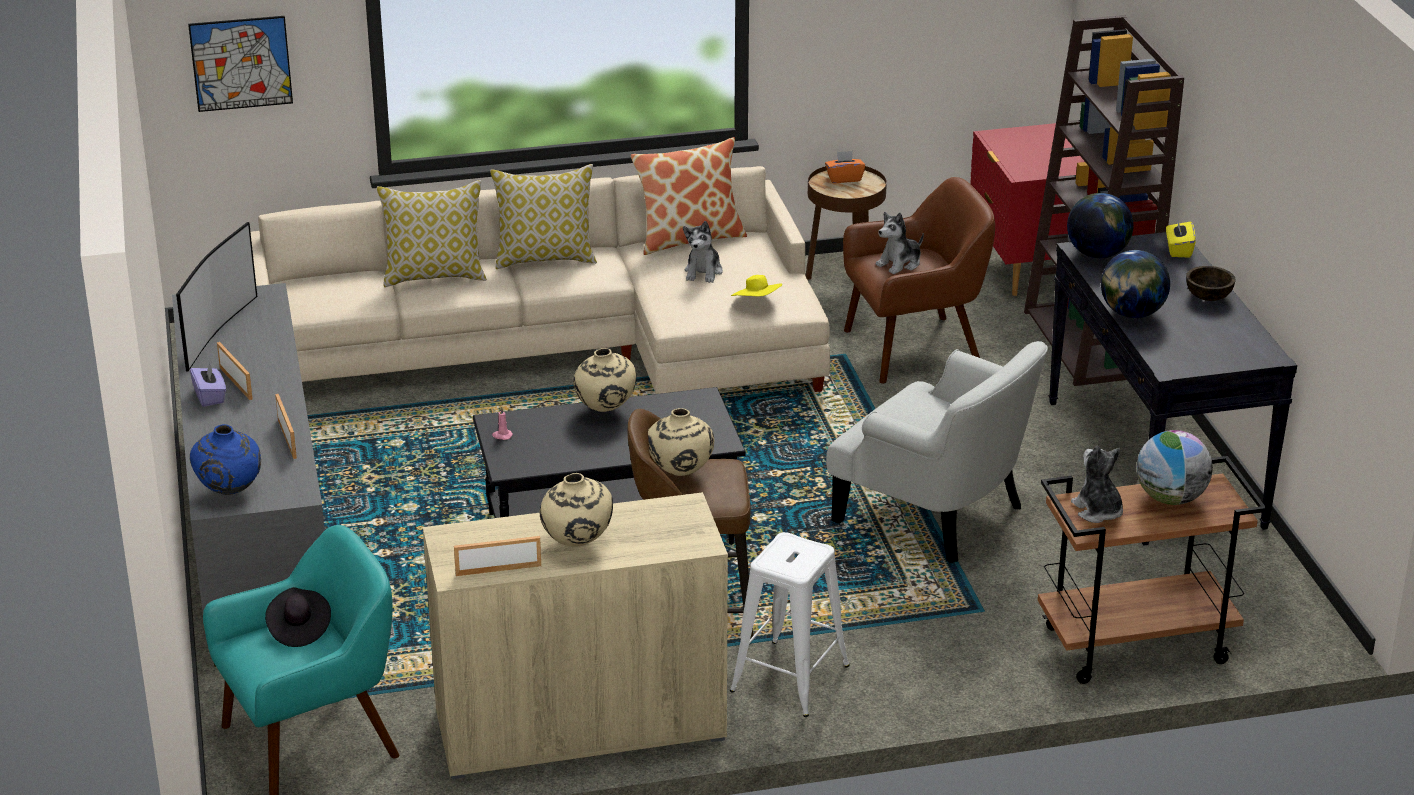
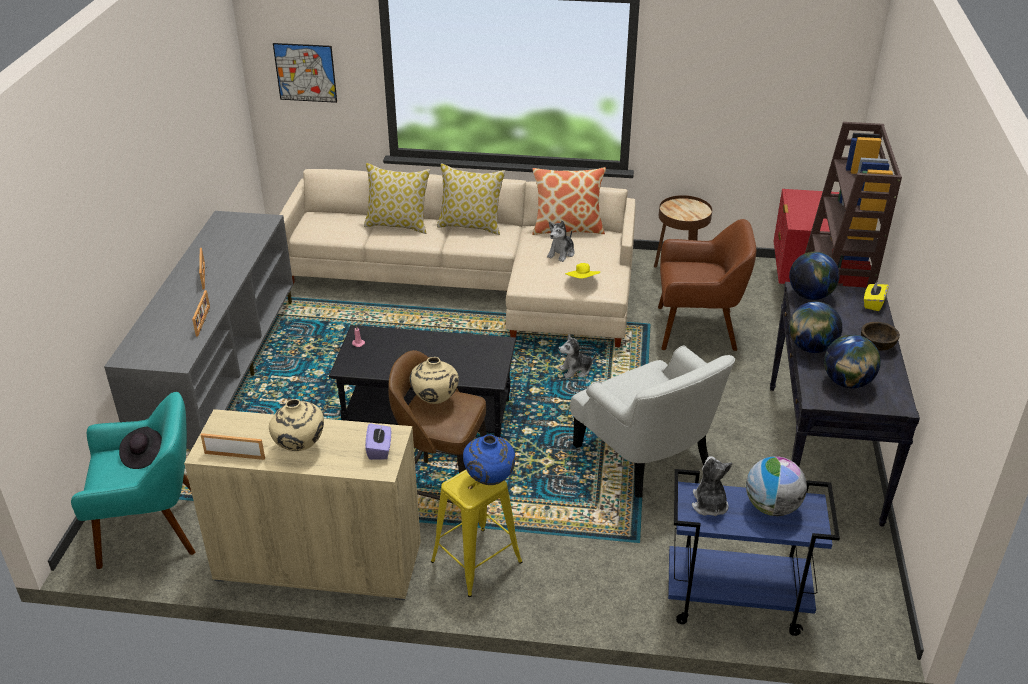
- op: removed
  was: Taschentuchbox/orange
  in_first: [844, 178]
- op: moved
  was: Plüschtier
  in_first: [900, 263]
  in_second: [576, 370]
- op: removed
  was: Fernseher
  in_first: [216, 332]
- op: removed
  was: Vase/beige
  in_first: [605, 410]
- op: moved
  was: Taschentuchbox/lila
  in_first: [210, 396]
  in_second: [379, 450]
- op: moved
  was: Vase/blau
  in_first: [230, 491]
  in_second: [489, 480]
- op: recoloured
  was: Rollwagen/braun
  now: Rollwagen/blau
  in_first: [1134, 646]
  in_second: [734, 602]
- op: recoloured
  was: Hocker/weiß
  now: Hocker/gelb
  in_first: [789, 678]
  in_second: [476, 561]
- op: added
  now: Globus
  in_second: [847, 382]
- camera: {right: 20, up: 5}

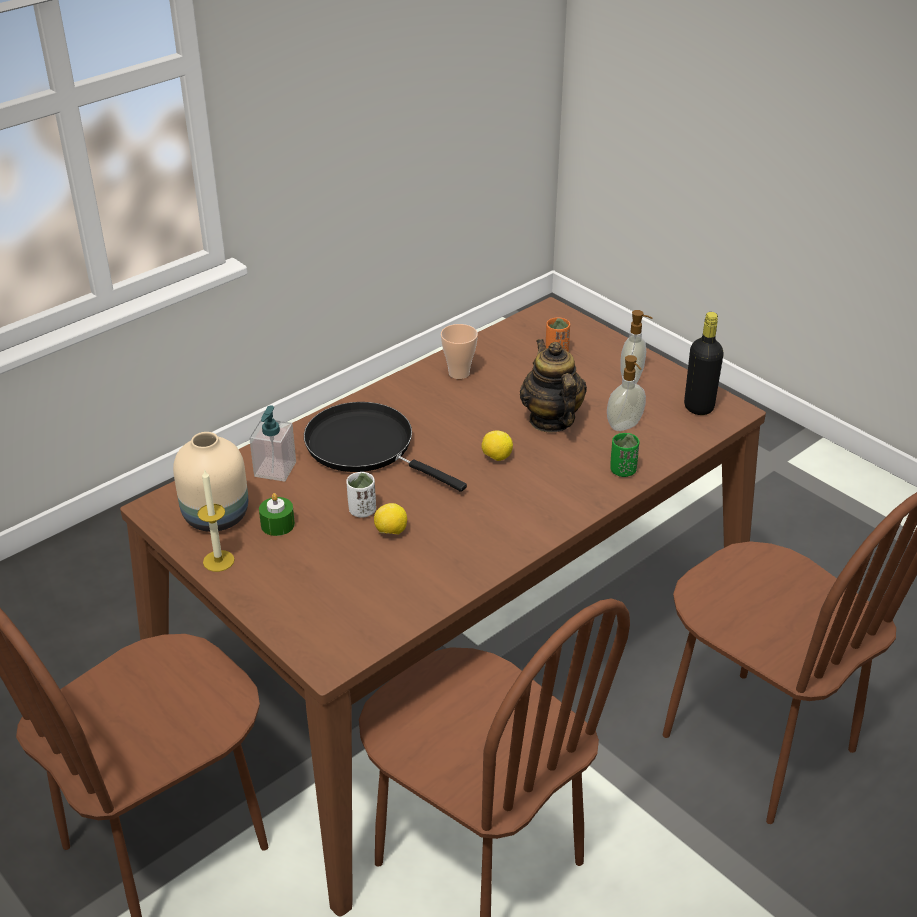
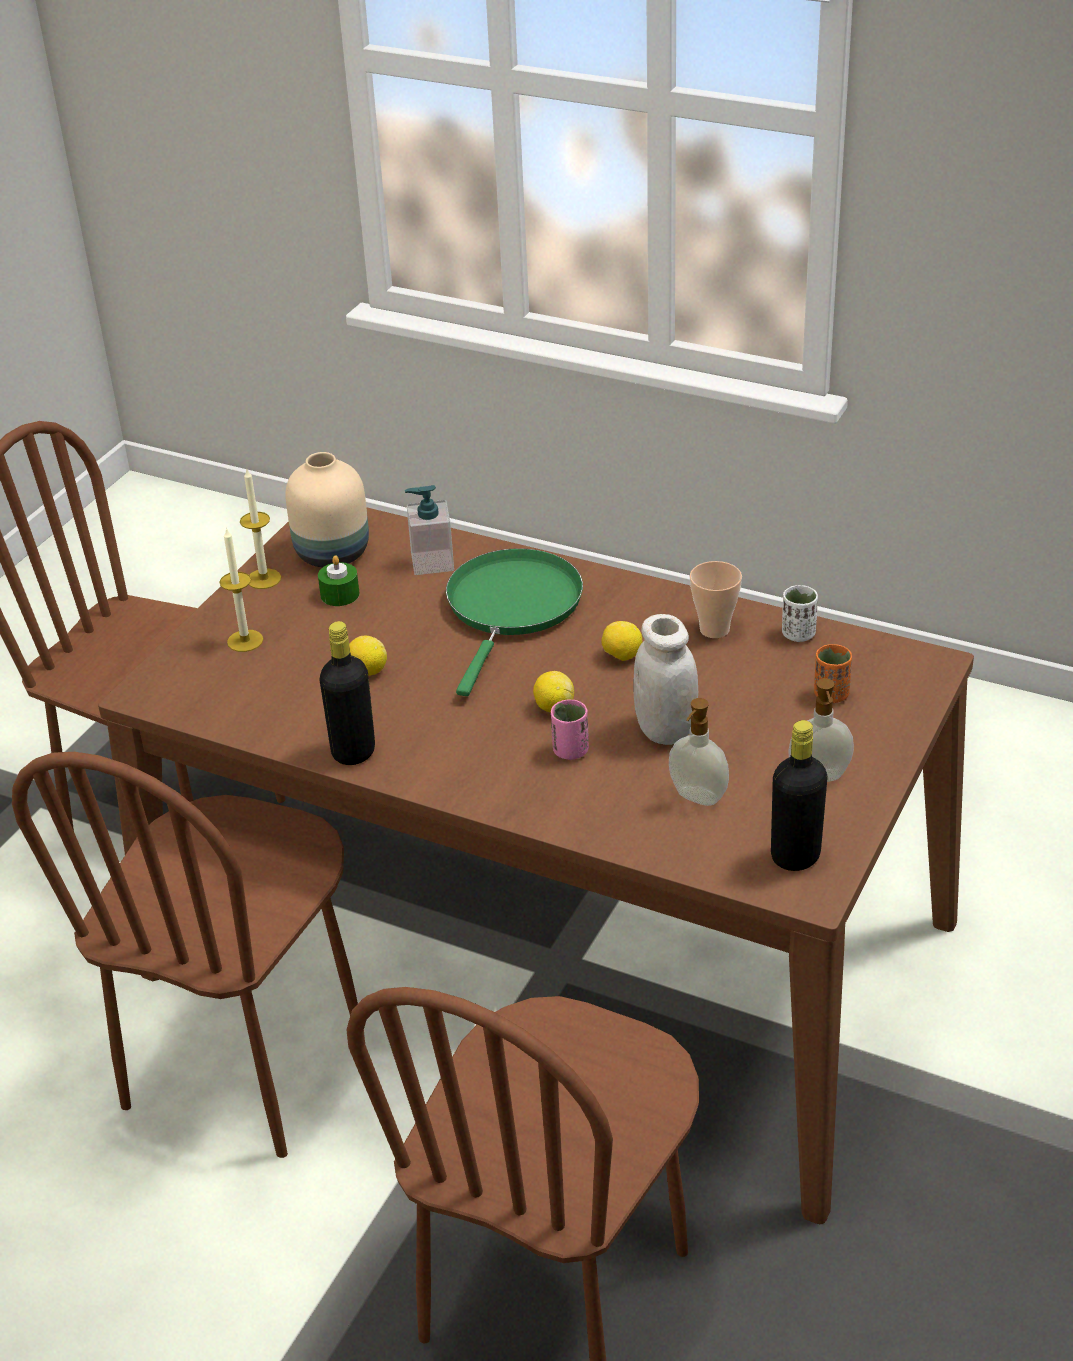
- op: replaced
  was: Teekanne
  now: Vorratsglas/weiß
  in_first: [551, 420]
  in_second: [665, 730]
- op: recoloured
  was: Pfanne/schwarz
  now: Pfanne/grün
  in_first: [366, 447]
  in_second: [512, 608]
- op: removed
  was: Tasse/grün
  in_first: [623, 470]
- op: moved
  was: Tasse/weiß
  in_first: [362, 511]
  in_second: [798, 634]
- op: added
  now: Kerze
  in_second: [245, 641]
- op: added
  now: Flasche/schwarz
  in_second: [353, 752]
- op: added
  now: Zitrone
  in_second: [621, 656]
- op: added
  now: Tasse/rosa
  in_second: [570, 751]
- camera: {right: 70, up: 0}

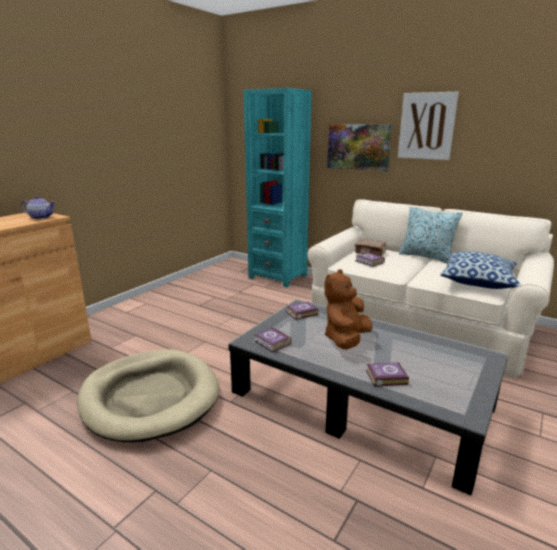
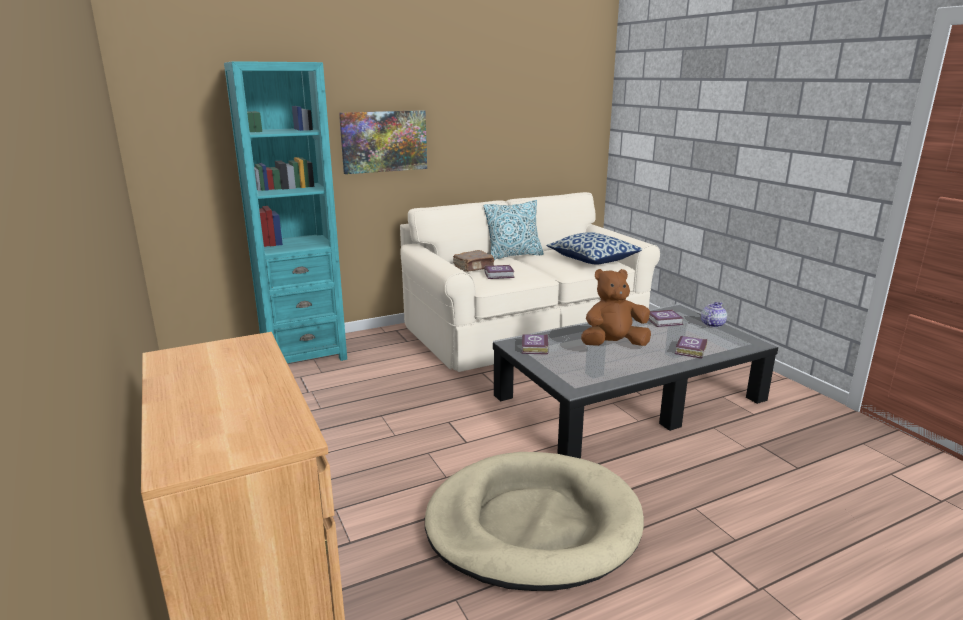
- op: removed
  was: Bild
  in_first: [426, 126]
- op: moved
  was: Teekanne
  in_first: [41, 217]
  in_second: [712, 324]
- op: turned
  was: Plüschtier/braun
  in_first: [346, 340]
  in_second: [613, 345]
  clockwise: 105
- op: moved
  was: Buch
  in_first: [272, 343]
  in_second: [665, 321]
- camera: {right: -60, up: 0}

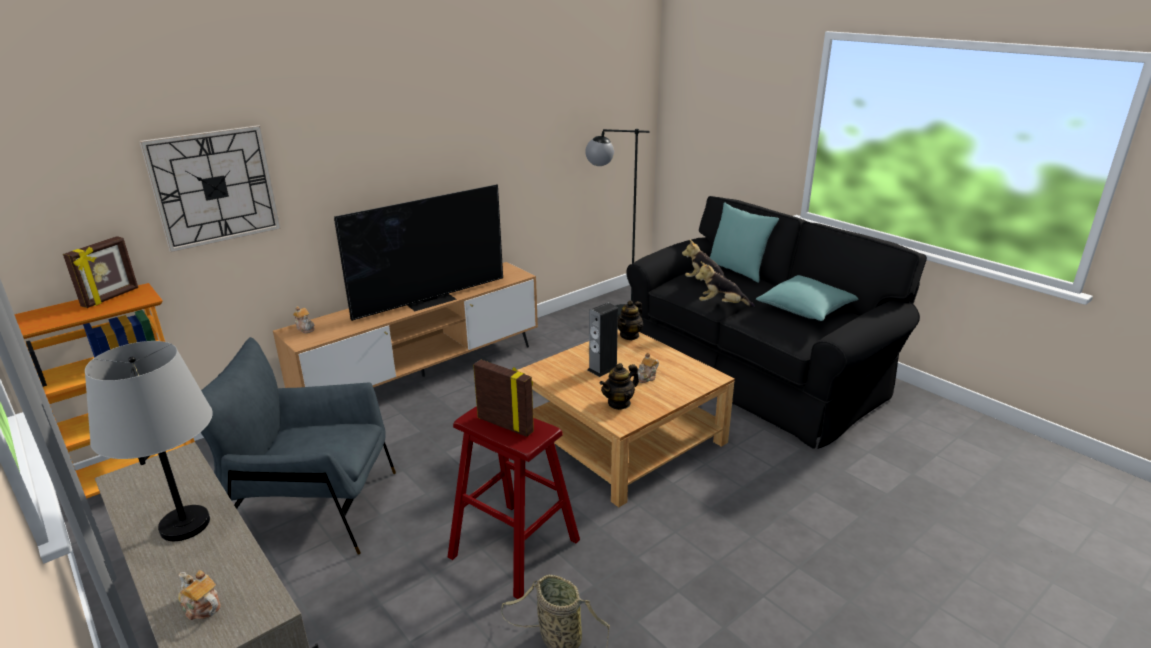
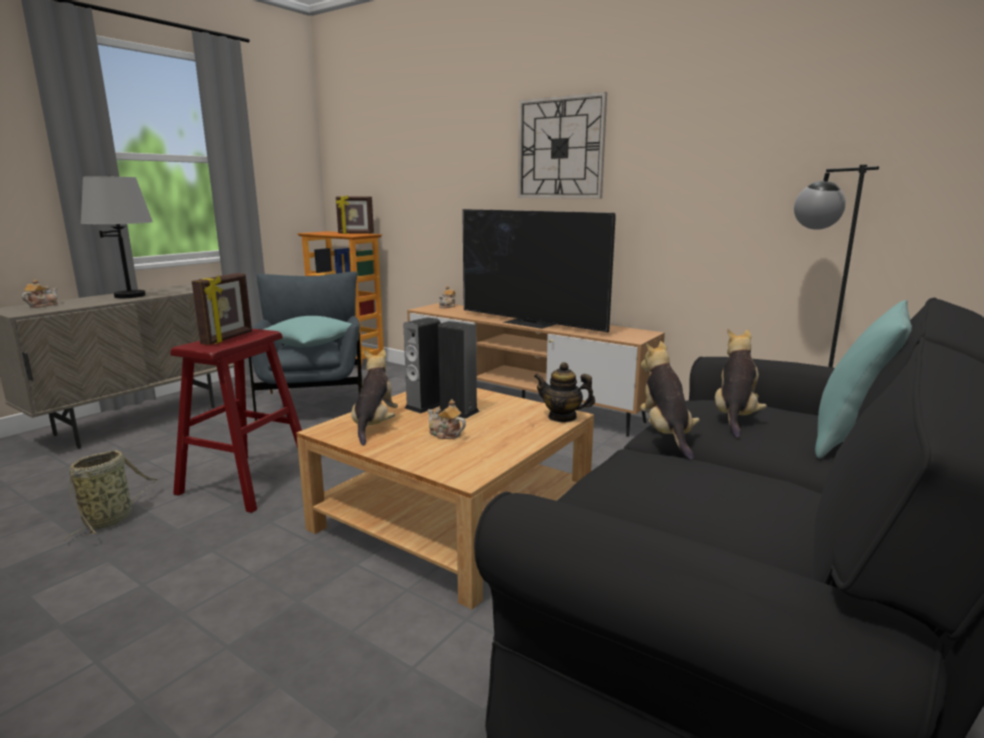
- op: moved
  was: Wanduhr
  in_first: [214, 187]
  in_second: [560, 148]
- op: moved
  was: Kissen/türkis
  in_first: [806, 310]
  in_second: [309, 344]
- op: replaced
  was: Teekanne
  now: Plüschtier
  in_first: [619, 403]
  in_second: [374, 425]
- op: added
  now: Lautsprecher
  in_second: [424, 406]
- camera: {right: 75, up: -10}

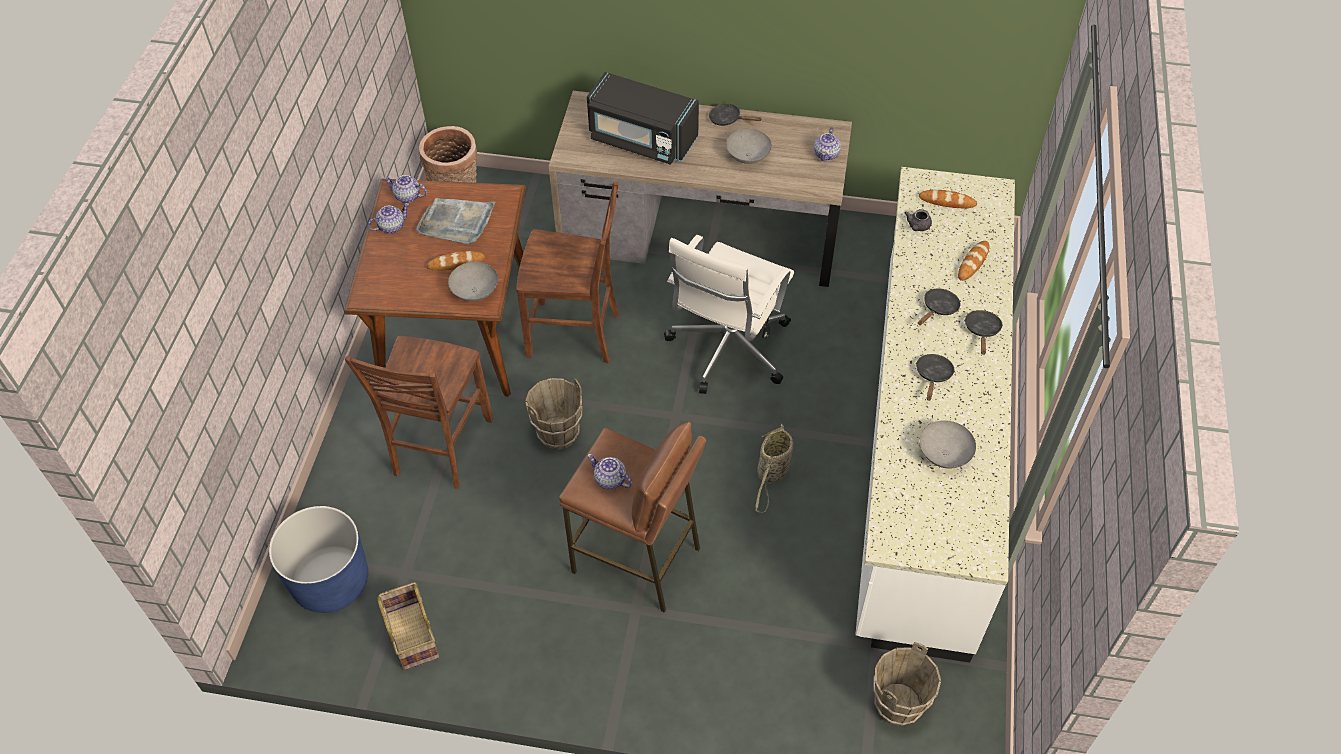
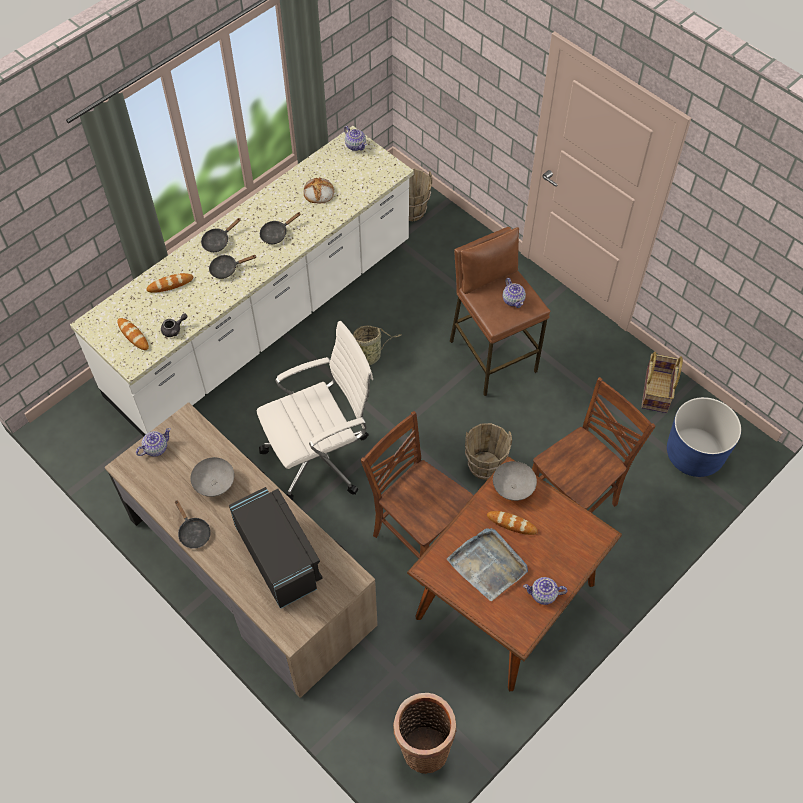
- op: moved
  was: Teekanne
  in_first: [408, 196]
  in_second: [355, 145]
- op: replaced
  was: Schüssel/grau
  now: Brot
  in_first: [943, 454]
  in_second: [318, 193]
- camera: {right: -145, up: 5}

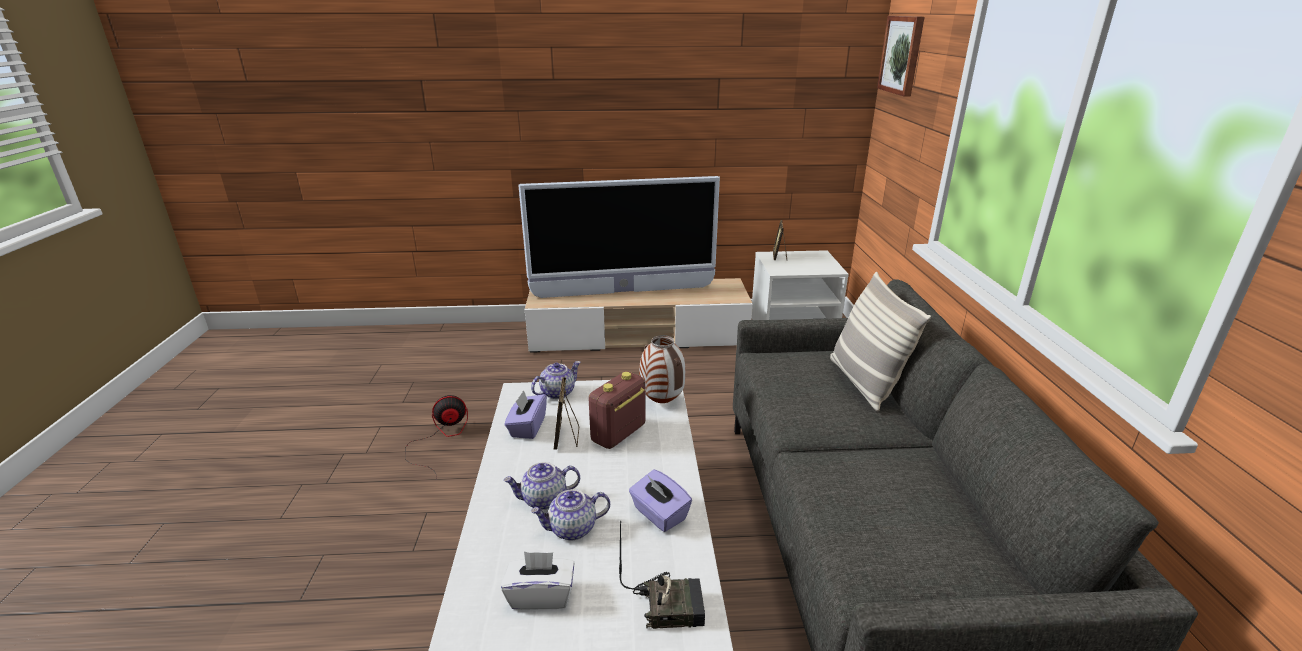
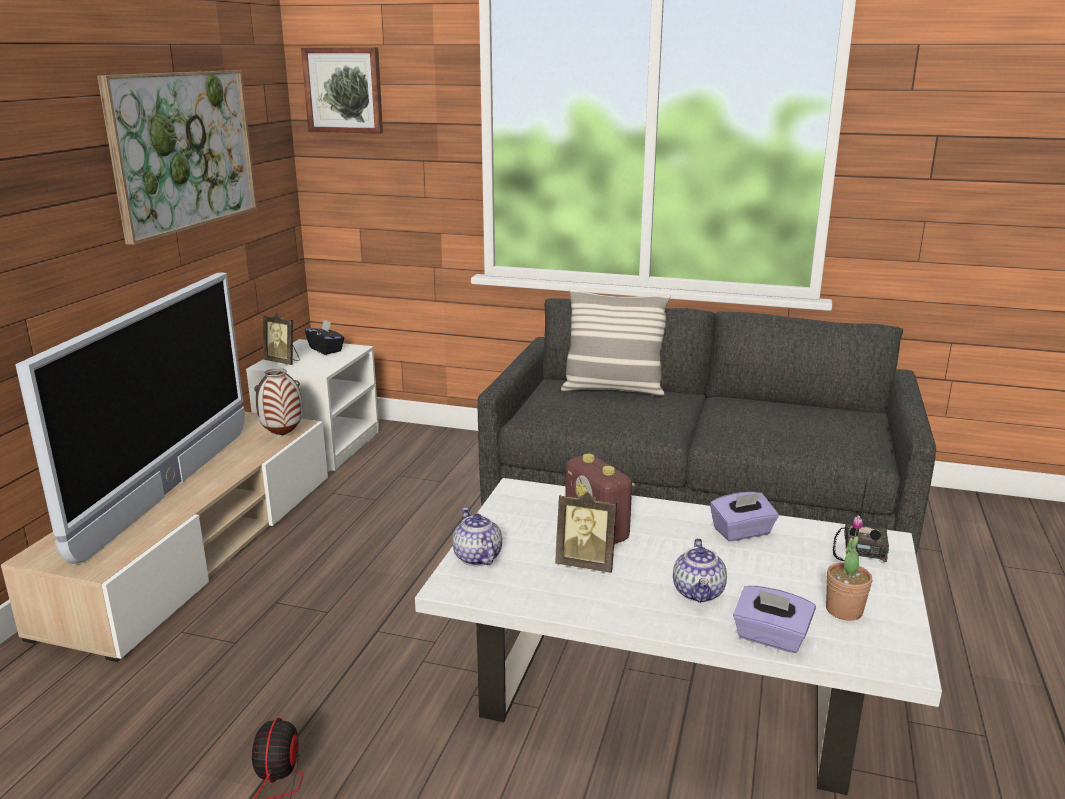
- op: moved
  was: Vase
  in_first: [663, 402]
  in_second: [283, 435]
- op: moved
  was: Taschentuchbox/lila
  in_first: [527, 427]
  in_second: [770, 637]
- op: removed
  was: Teekanne
  in_first: [572, 529]
- op: replaced
  was: Taschentuchbox/weiß
  now: Topfpflanze
  in_first: [541, 595]
  in_second: [844, 610]
- op: added
  now: Bild
  in_second: [183, 150]
- op: added
  now: Taschentuchbox/schwarz
  in_second: [326, 349]
- camera: {right: -70, up: -5}

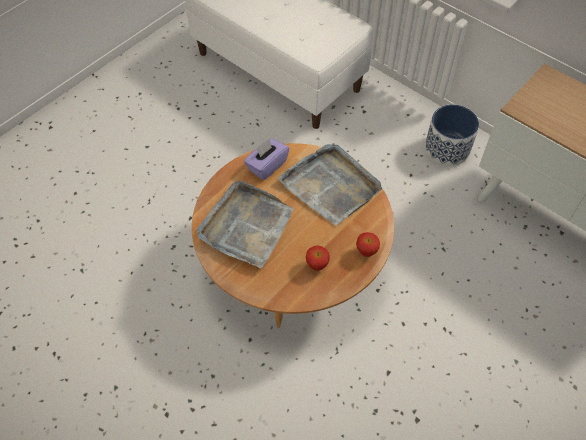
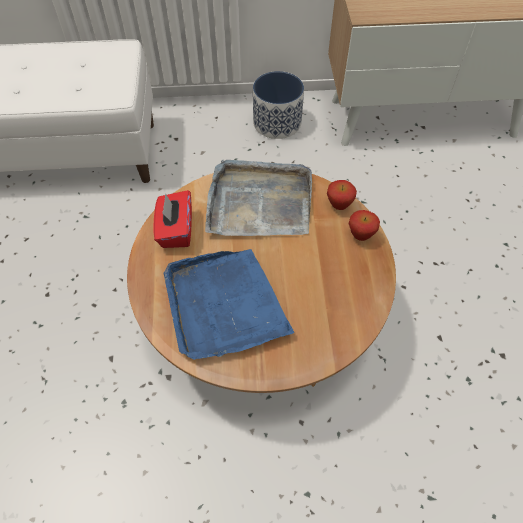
- op: recoloured
  was: Taschentuchbox/lila
  now: Taschentuchbox/rot
  in_first: [267, 166]
  in_second: [175, 230]
- op: recoloured
  was: Tablett/grau
  now: Tablett/blau
  in_first: [246, 226]
  in_second: [224, 305]
- op: moved
  was: Apfel
  in_first: [317, 266]
  in_second: [339, 206]
- camera: {right: -45, up: 0}

